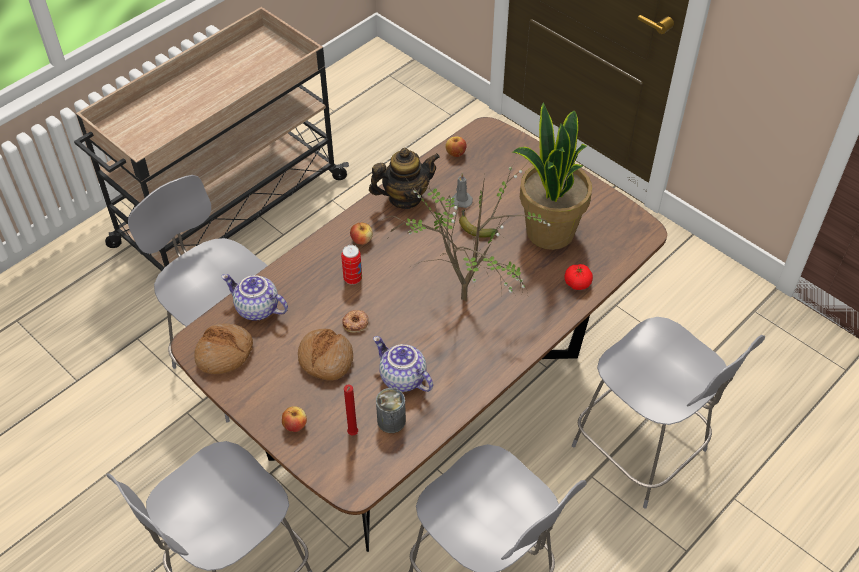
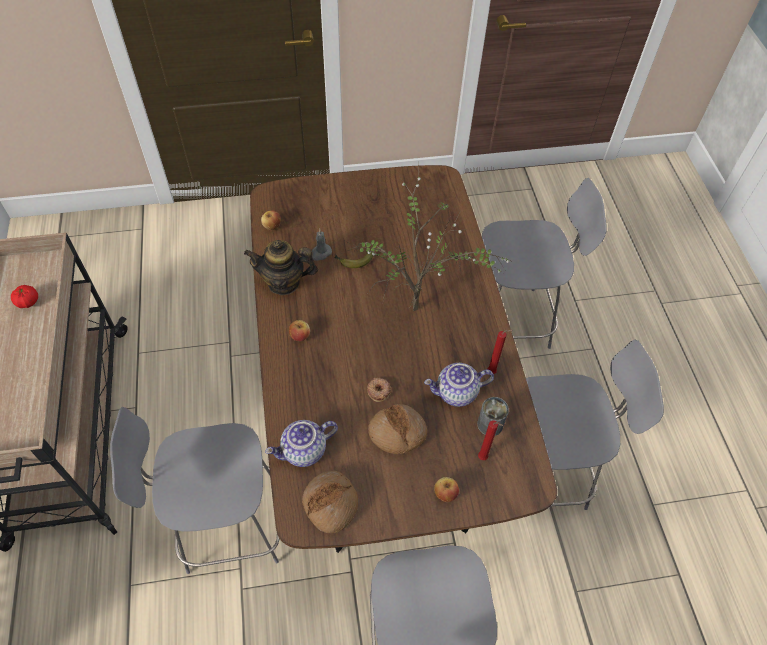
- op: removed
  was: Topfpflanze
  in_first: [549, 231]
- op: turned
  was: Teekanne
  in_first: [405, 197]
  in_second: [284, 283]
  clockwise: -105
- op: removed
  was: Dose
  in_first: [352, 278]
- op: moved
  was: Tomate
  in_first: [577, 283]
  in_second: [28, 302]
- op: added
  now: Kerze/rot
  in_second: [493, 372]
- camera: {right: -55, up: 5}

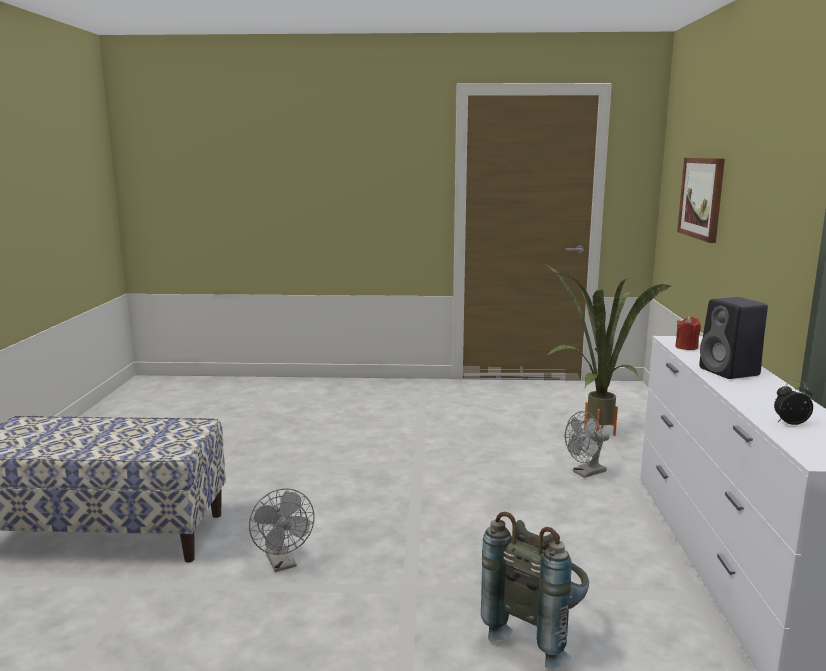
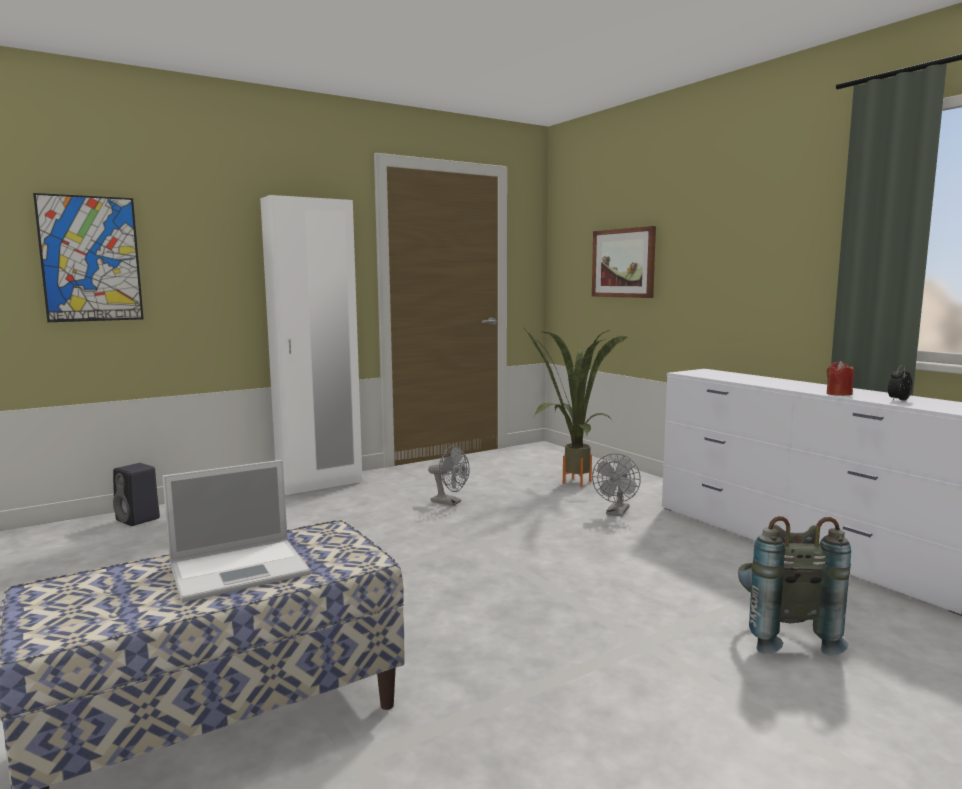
- op: moved
  was: Lautsprecher/schwarz
  in_first: [730, 372]
  in_second: [139, 519]
- op: moved
  was: Kerze/rot
  in_first: [686, 347]
  in_second: [838, 394]
- op: moved
  was: Ventilator/grau
  in_first: [283, 563]
  in_second: [450, 502]
- op: added
  now: Bild
  in_second: [90, 259]
- op: added
  now: Kleiderschrank/weiß
  in_second: [320, 484]
- op: added
  now: Laptop
  in_second: [242, 569]
- camera: {right: -35, up: -5}

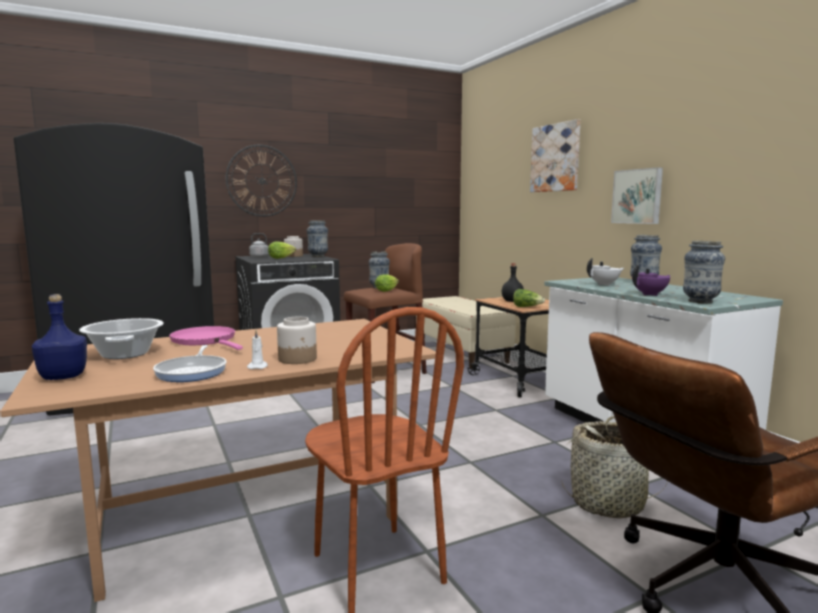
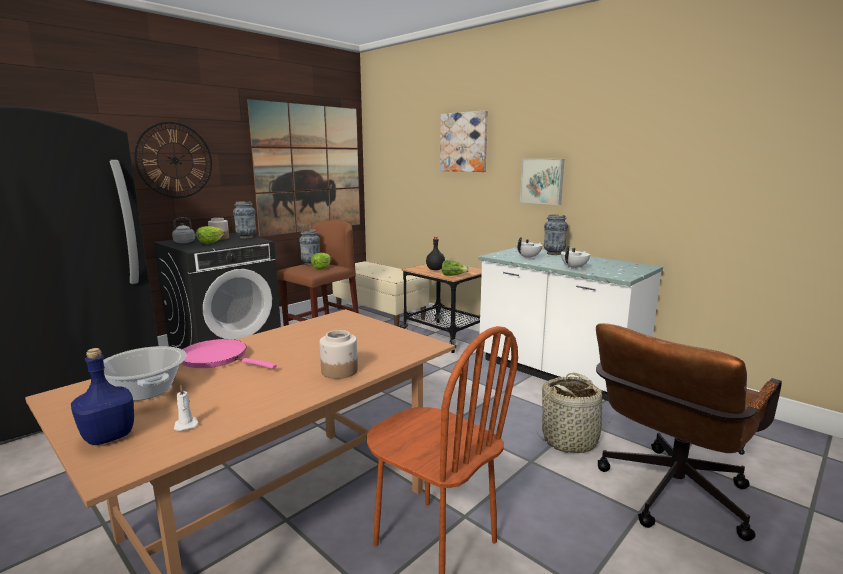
- op: removed
  was: Vase
  in_first: [700, 301]
- op: recoloured
  was: Teekanne/lila
  now: Teekanne/weiß
  in_first: [650, 294]
  in_second: [574, 268]
- op: moved
  was: Kerze/weiß
  in_first: [258, 367]
  in_second: [186, 424]
- op: removed
  was: Pfanne
  in_first: [193, 372]
- op: added
  now: Bild
  in_second: [309, 169]
- camera: {right: -20, up: 5}

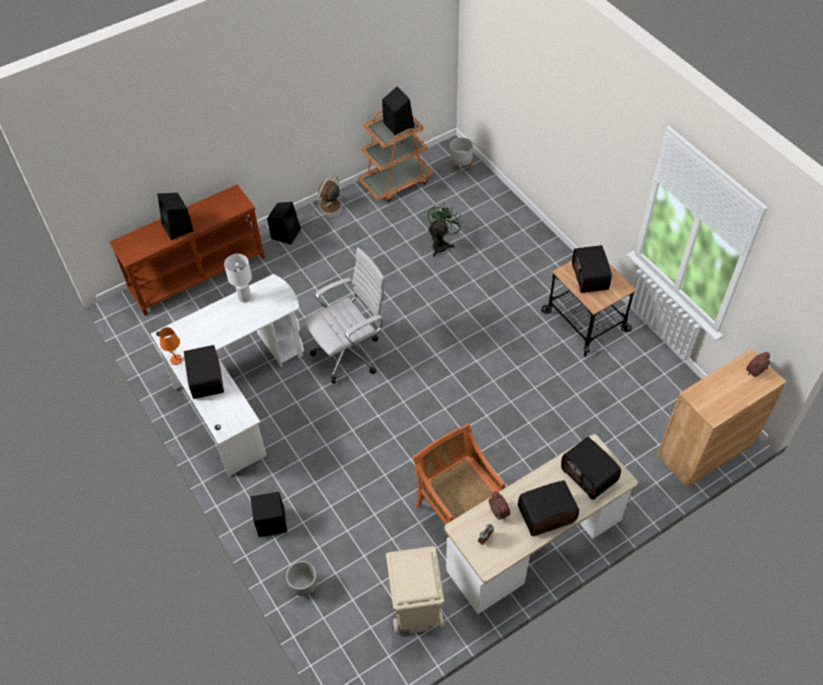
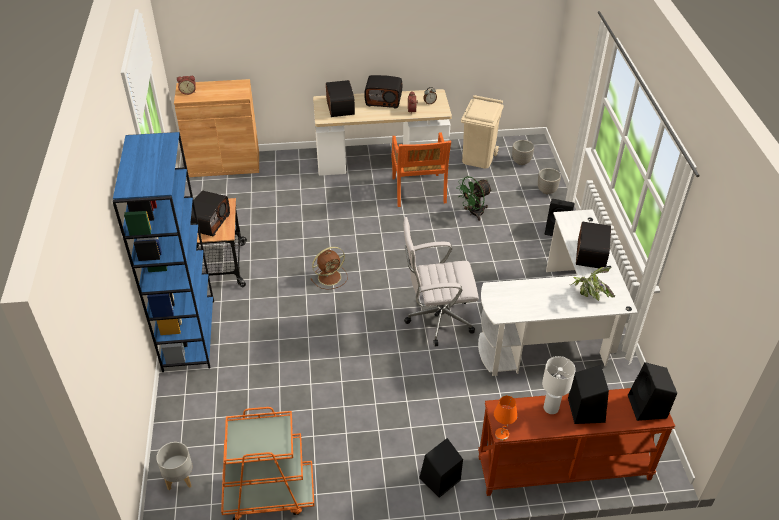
- op: moved
  was: Lautsprecher/schwarz
  in_first: [398, 124]
  in_second: [647, 407]
- op: moved
  was: Ventilator/braun
  in_first: [329, 206]
  in_second: [330, 277]
- op: moved
  was: Ventilator/grün
  in_first: [442, 244]
  in_second: [473, 213]
- op: moved
  was: Tischlampe/weiß
  in_first: [245, 297]
  in_second: [550, 408]
- op: moved
  was: Tischlampe/orange
  in_first: [176, 360]
  in_second: [502, 435]
- op: added
  now: Bücherregal/blau
  in_second: [188, 334]
- op: added
  now: Pflanzkübel
  in_second: [521, 162]
- op: added
  now: Topfpflanze
  in_second: [589, 295]
- camera: {right: -155, up: -10}

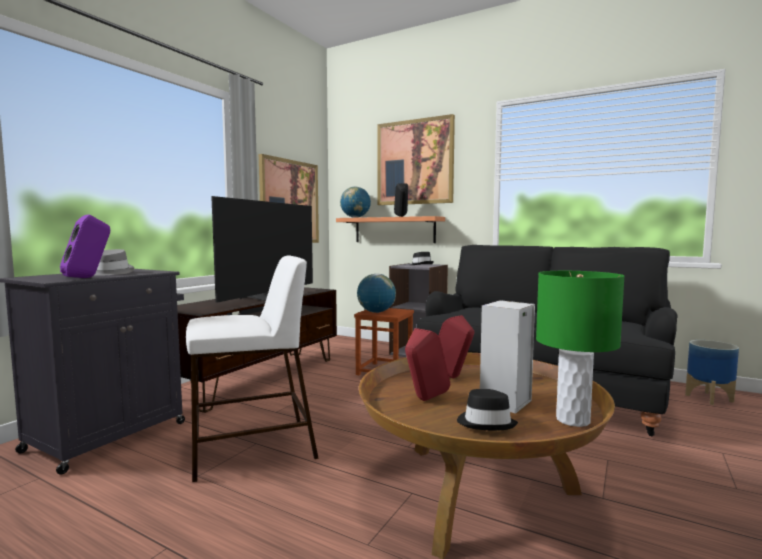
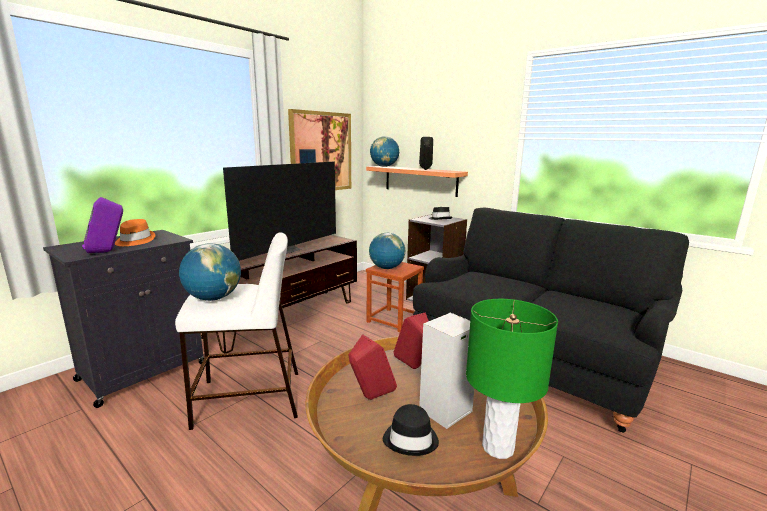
- op: removed
  was: Bild
  in_first: [415, 162]
- op: recoloured
  was: Hut/grau
  now: Hut/orange
  in_first: [110, 273]
  in_second: [134, 241]
- op: removed
  was: Pflanzkübel
  in_first: [709, 398]
- op: added
  now: Globus
  in_second: [213, 298]
- camera: {right: 10, up: 10}

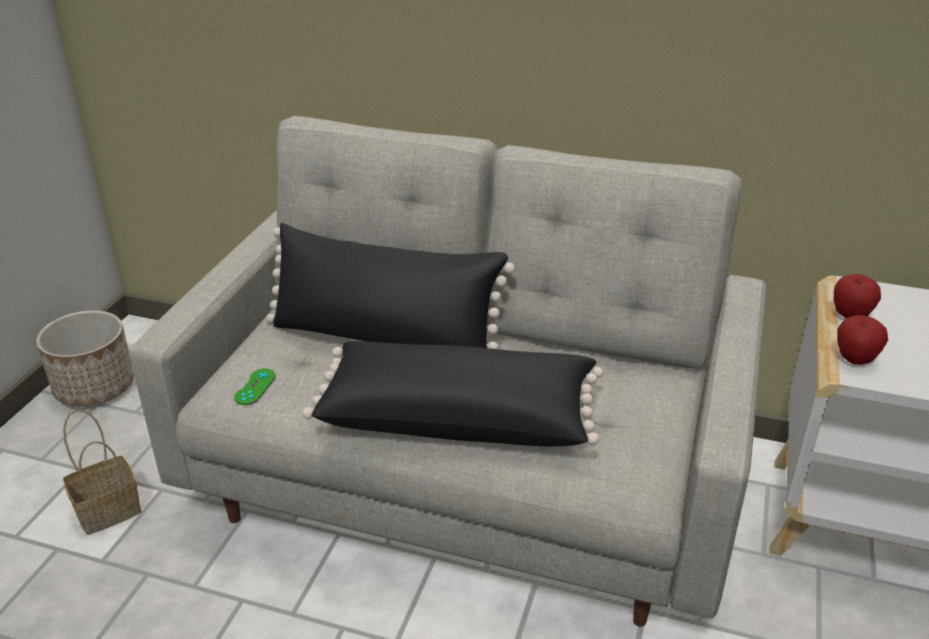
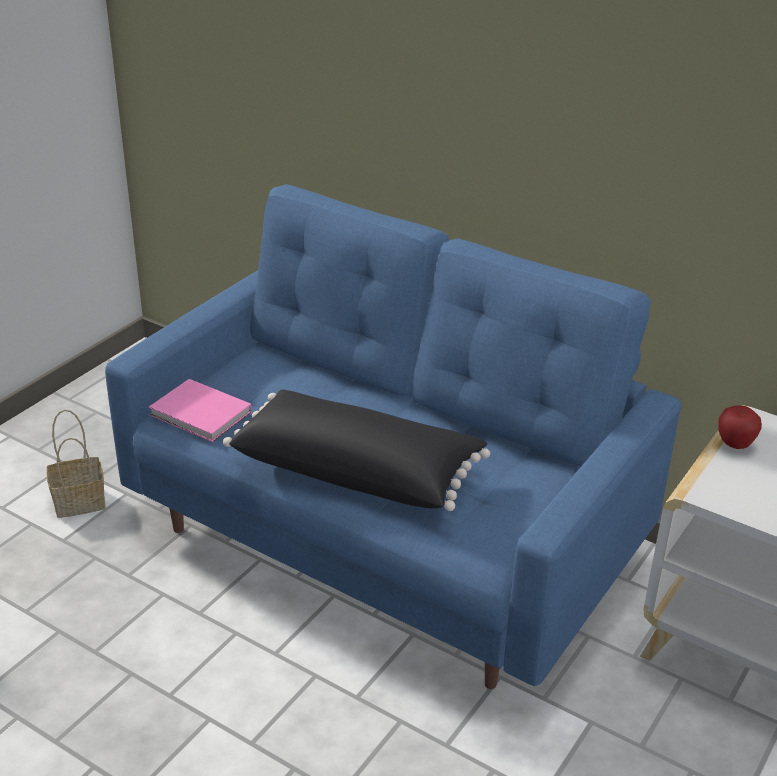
- op: recoloured
  was: Sofa/grau
  now: Sofa/blau
  in_first: [466, 485]
  in_second: [386, 542]
- op: removed
  was: Kissen/schwarz
  in_first: [384, 339]
- op: removed
  was: Pflanzkübel
  in_first: [95, 387]
- op: removed
  was: Apfel
  in_first: [855, 359]
- op: replaced
  was: Gamepad/grün
  now: Buch/rosa
  in_first: [255, 387]
  in_second: [201, 415]
- camera: {right: 15, up: 0}

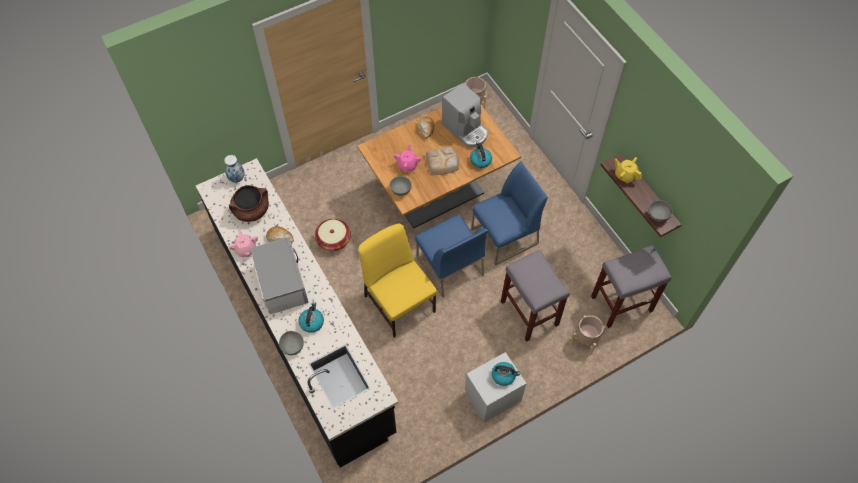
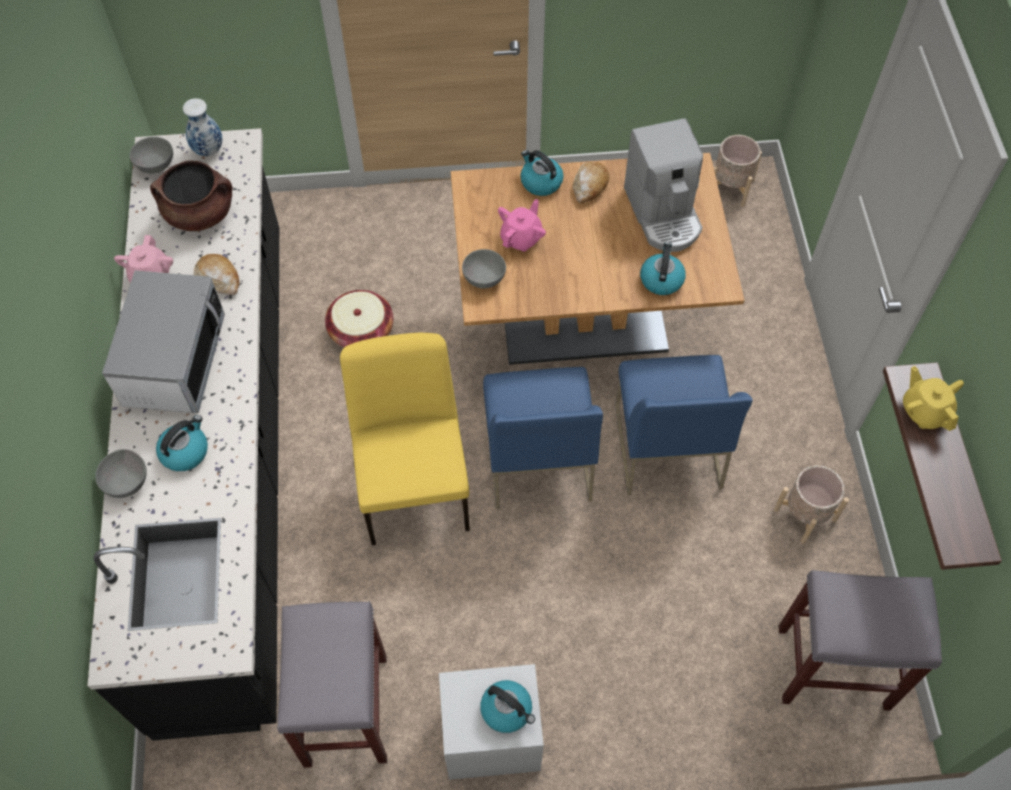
- op: removed
  was: Brot
  in_first: [443, 162]
- op: turned
  was: Stuhl/blau
  in_first: [504, 237]
  in_second: [666, 445]
  clockwise: 90
- op: moved
  was: Schüssel/grau
  in_first: [657, 216]
  in_second: [154, 165]
- op: moved
  was: Hocker/grau
  in_first: [528, 312]
  in_second: [345, 709]
- op: moved
  was: Pflanzkübel/beige
  in_first: [585, 340]
  in_second: [805, 514]
- op: added
  now: Wasserkessel
  in_second: [540, 182]
- camera: {right: 25, up: 0}

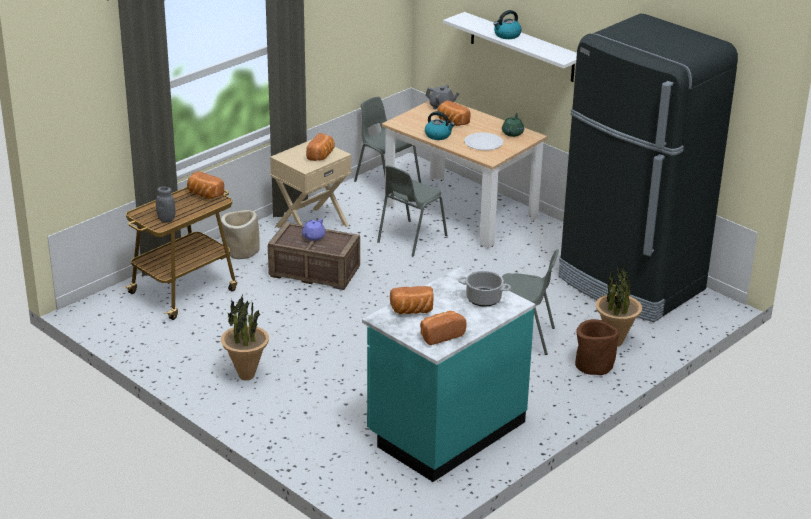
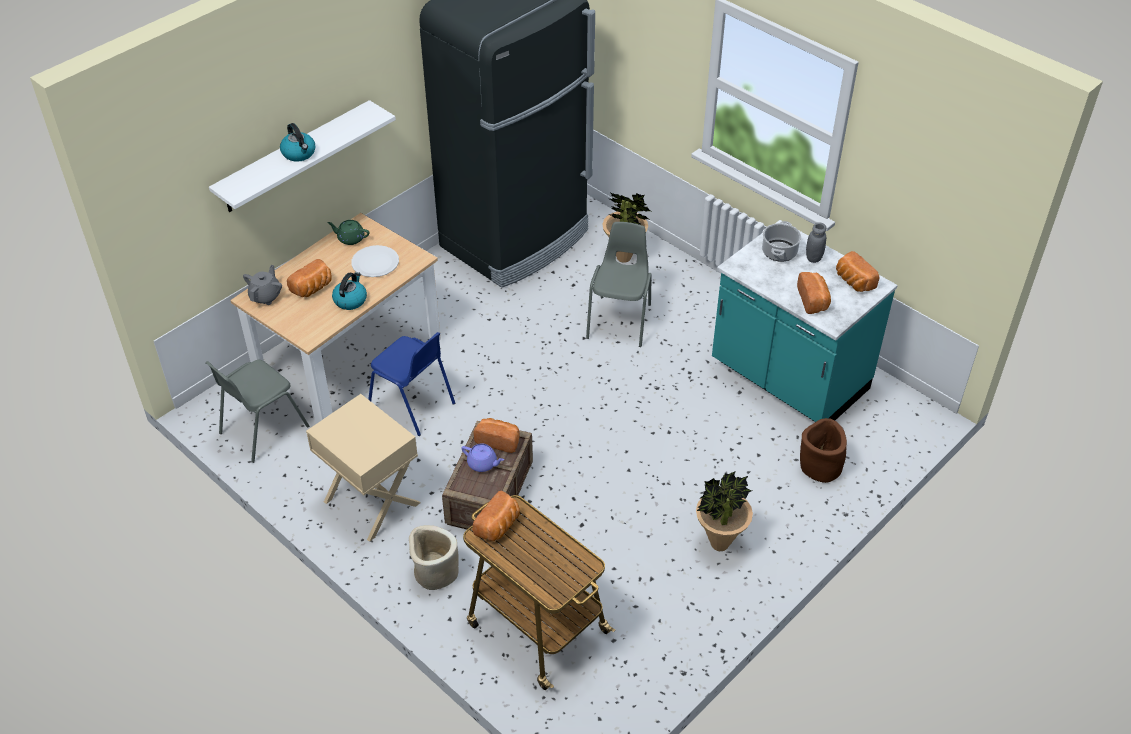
- op: moved
  was: Brot
  in_first: [321, 155]
  in_second: [499, 440]
- op: recoloured
  was: Stuhl/grau
  now: Stuhl/blau
  in_first: [410, 239]
  in_second: [412, 405]
- op: moved
  was: Vorratsglas/grau
  in_first: [166, 219]
  in_second: [813, 258]
- op: moved
  was: Pflanzkübel/braun
  in_first: [594, 365]
  in_second: [820, 467]
- camera: {right: -90, up: 15}

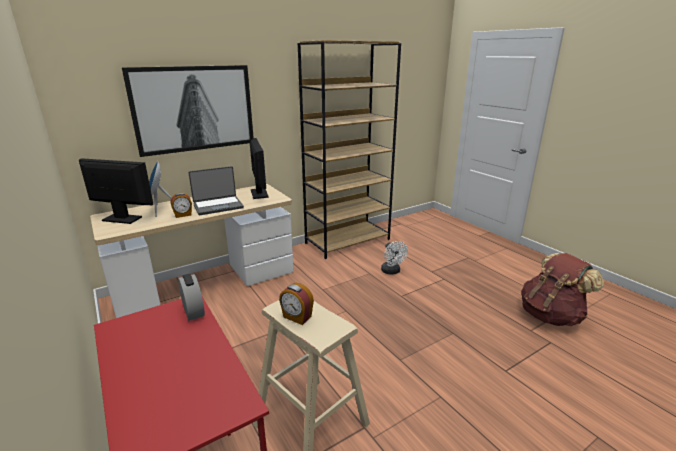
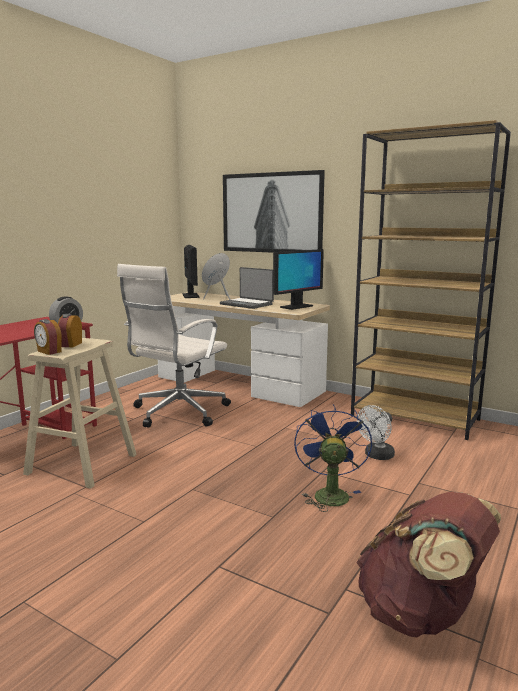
- op: moved
  was: Wecker
  in_first: [183, 215]
  in_second: [49, 352]
- op: added
  now: Bürostuhl/weiß
  in_second: [177, 412]
- op: added
  now: Ventilator/blau
  in_second: [329, 493]
- camera: {right: 65, up: -10}

